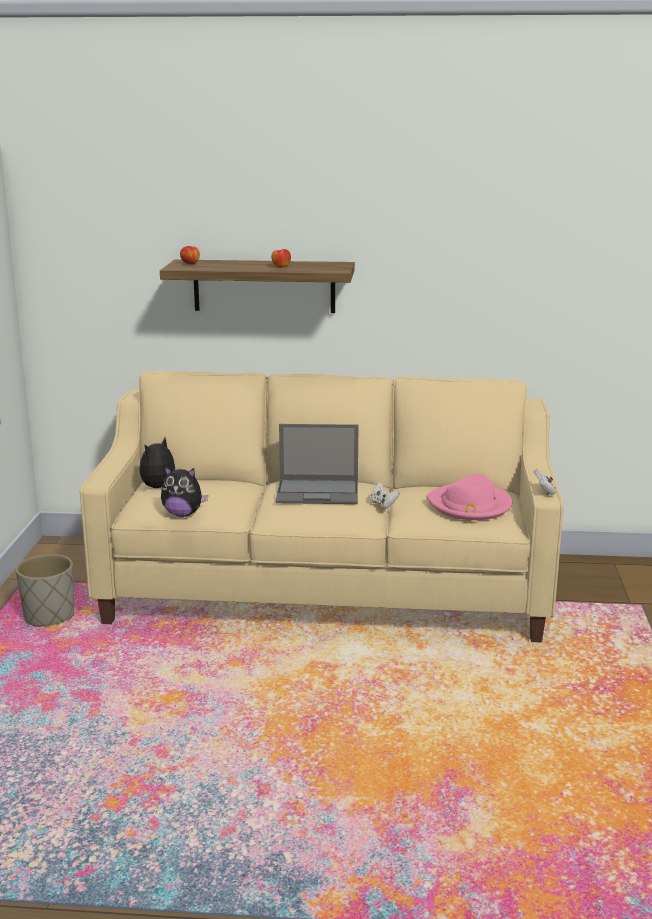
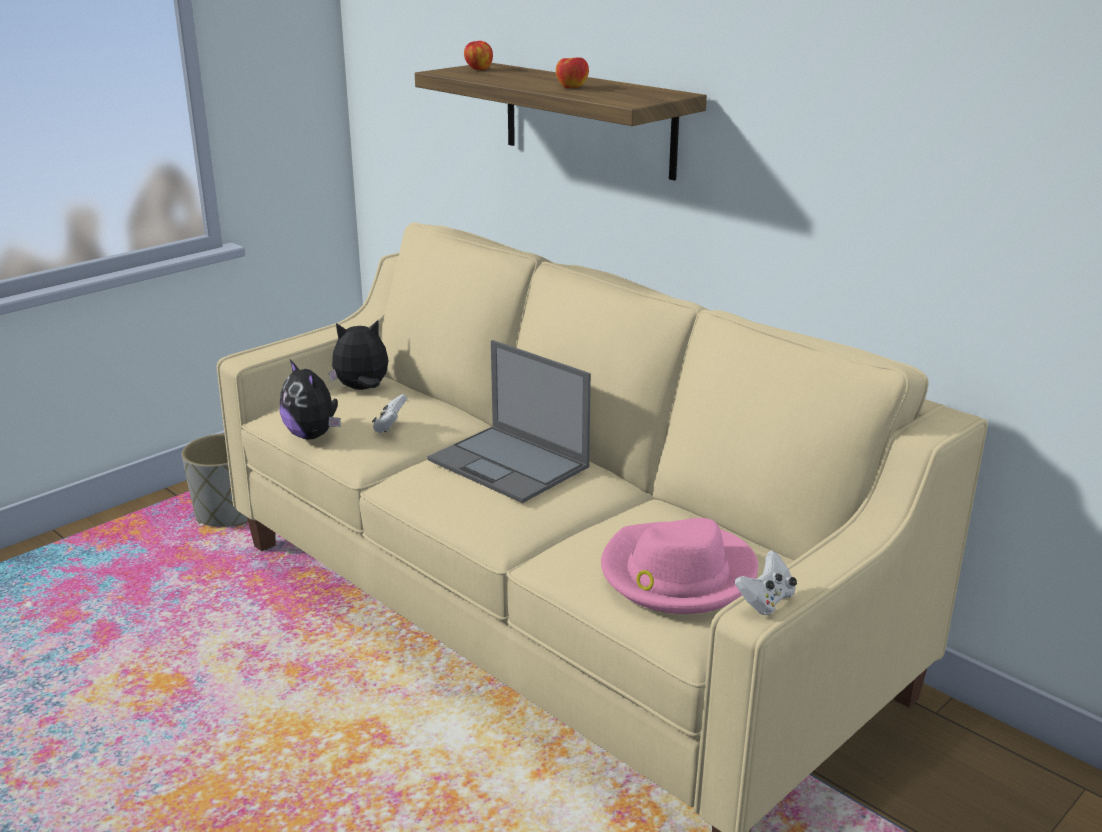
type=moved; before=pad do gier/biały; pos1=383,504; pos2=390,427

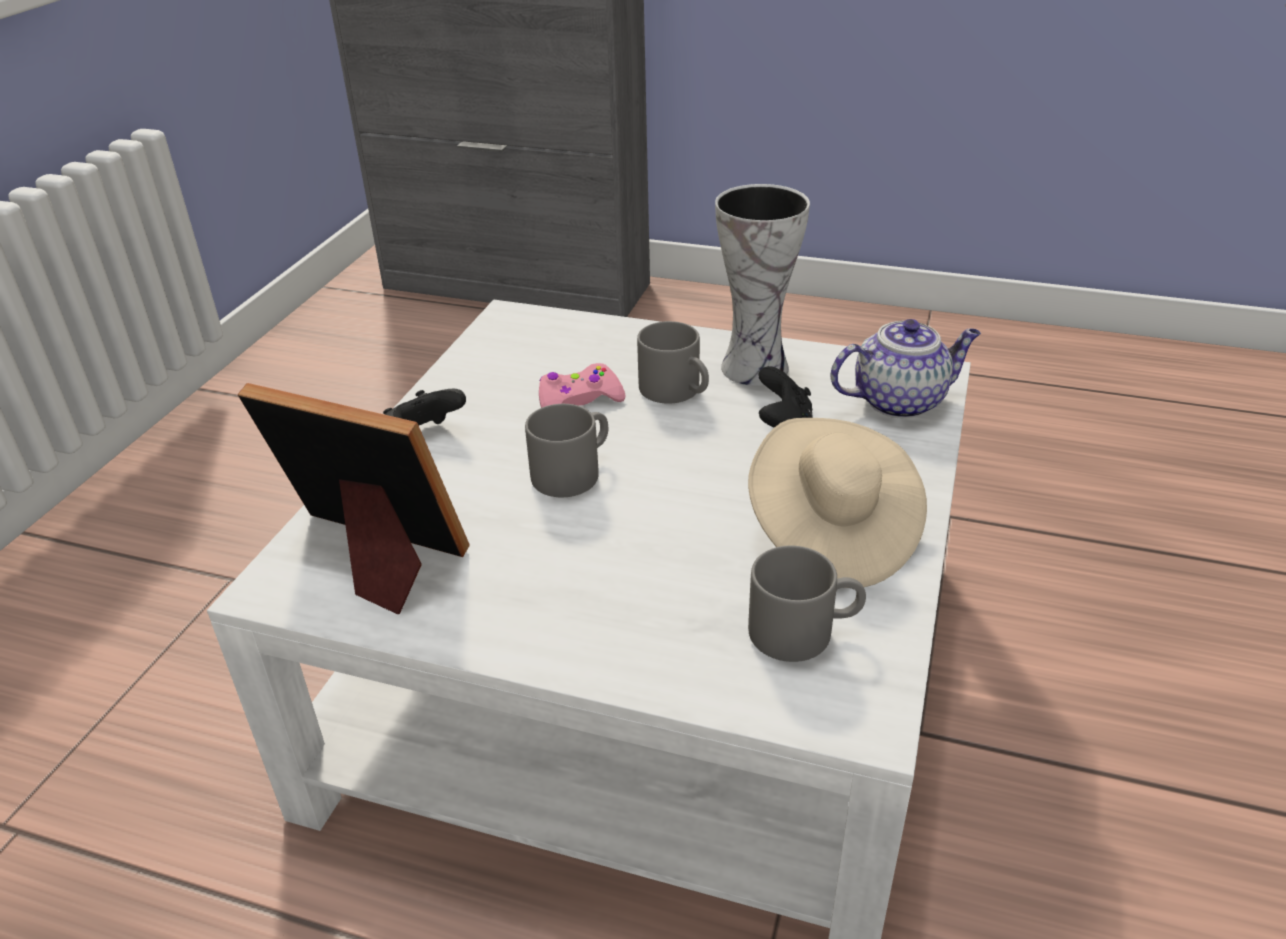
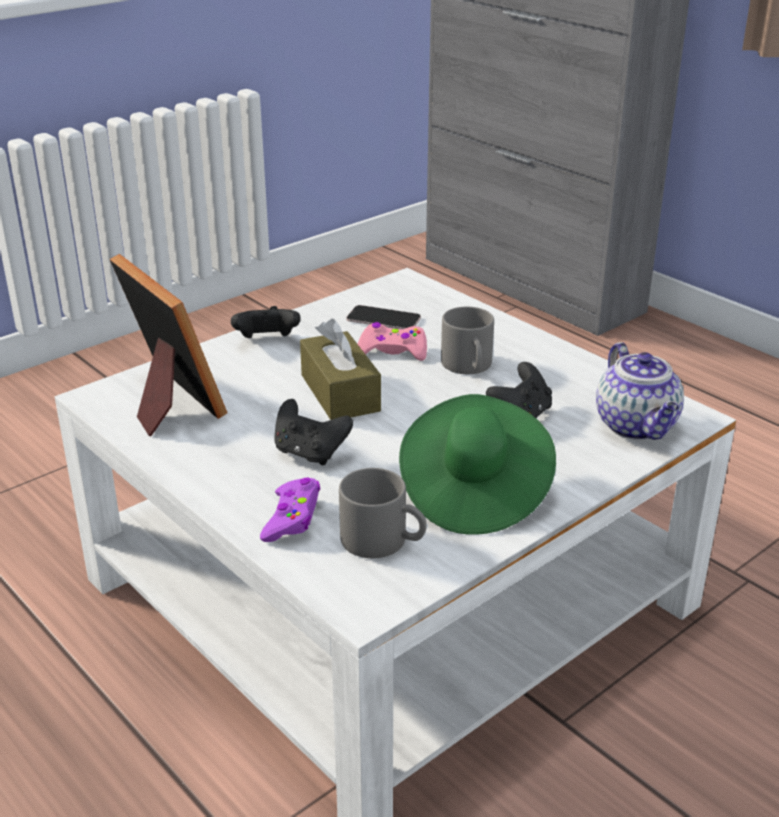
type=replaced; before=kubek/szary; after=pudełko chusteczek/brązowy; pos1=573,471; pos2=340,393
type=removed; before=wazon; pos1=754,366
type=recoloured; before=kapelusz/beżowy; after=kapelusz/zielony; pos1=830,533; pos2=473,492
type=turned; before=imbryk; pos1=900,400; pos2=637,427; turn=60
type=added; after=pad do gier/fioletowy; pos2=292,518
type=added; after=pad do gier/czarny; pos2=310,453
type=added; after=telefon; pos2=383,319

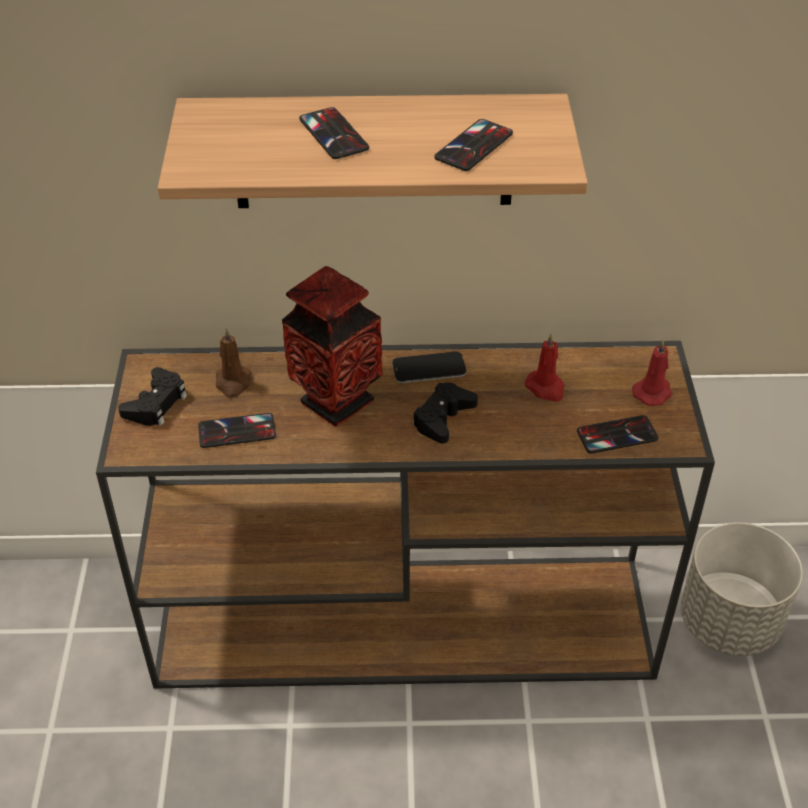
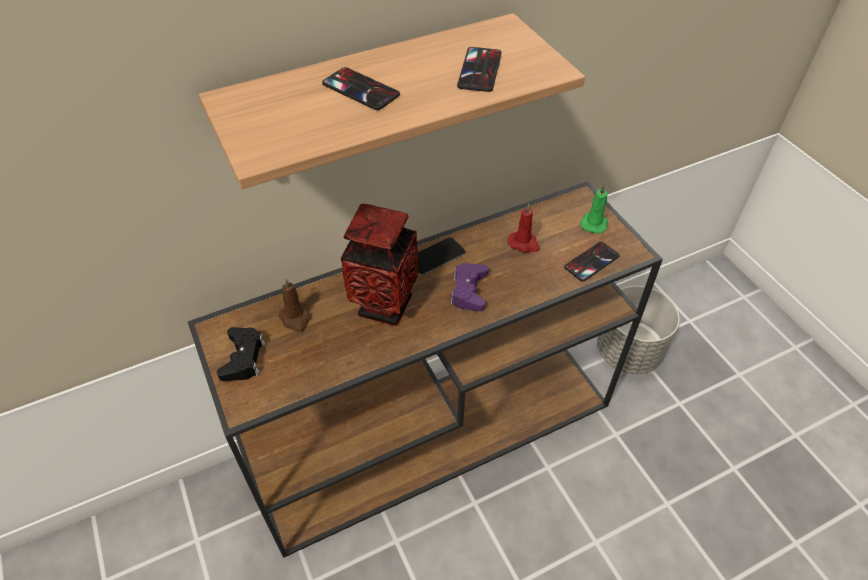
type=removed; before=telefon; pos1=237,431
type=recoloured; before=pad do gier/czarny; after=pad do gier/fioletowy; pos1=443,418; pos2=469,291
type=recoloured; before=świeca/czerwony; after=świeca/zielony; pos1=653,392; pos2=594,223

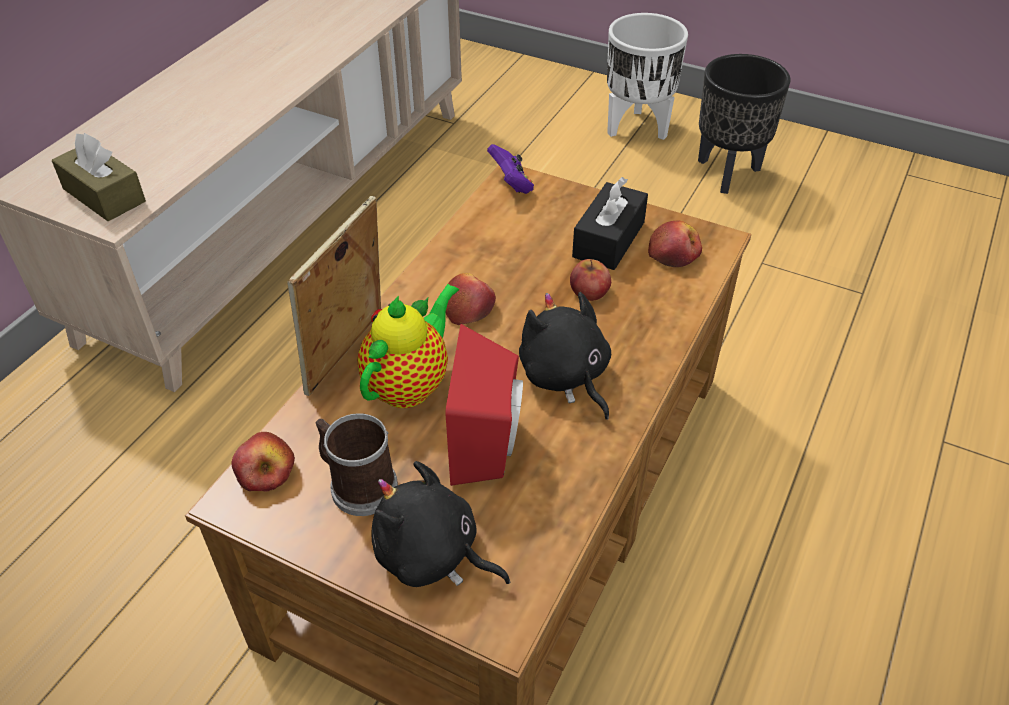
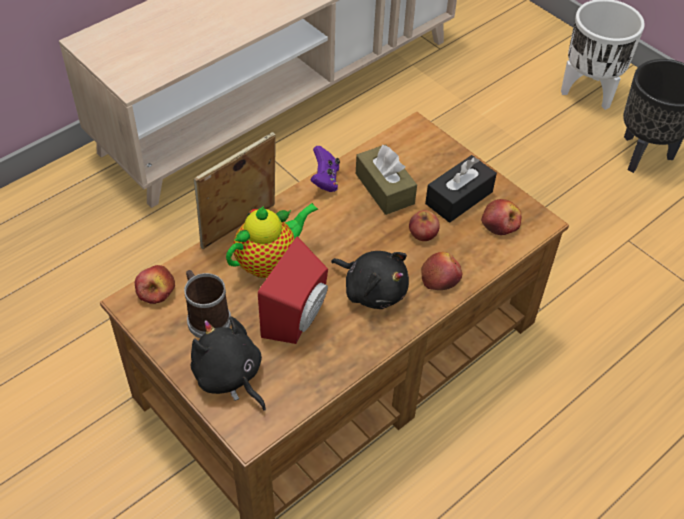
type=moved; before=pudełko chusteczek/brązowy; pos1=104,195; pos2=384,188
type=moved; before=jabłko; pos1=468,307; pos2=440,276
type=moved; before=pad do gier/fioletowy; pos1=511,184; pos2=325,180
type=turned; before=pluszak/czarny; pos1=565,377; pos2=372,290; turn=135

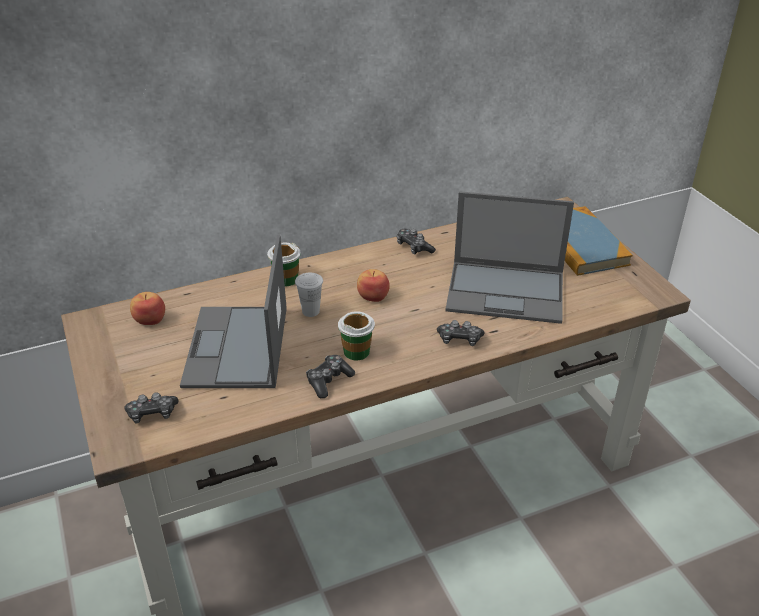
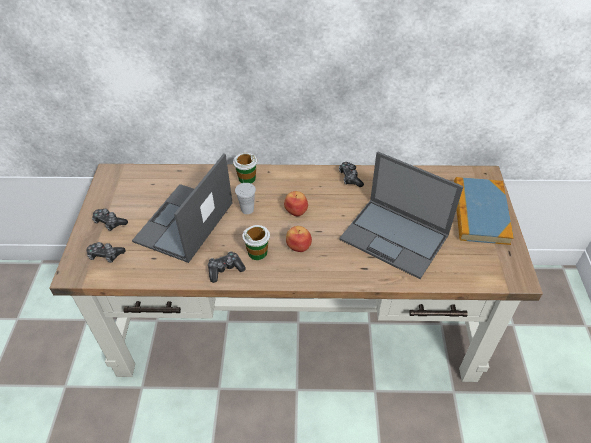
type=moved; before=jabłko; pos1=150,319; pos2=298,246
type=moved; before=pad do gier; pos1=459,339; pos2=109,222

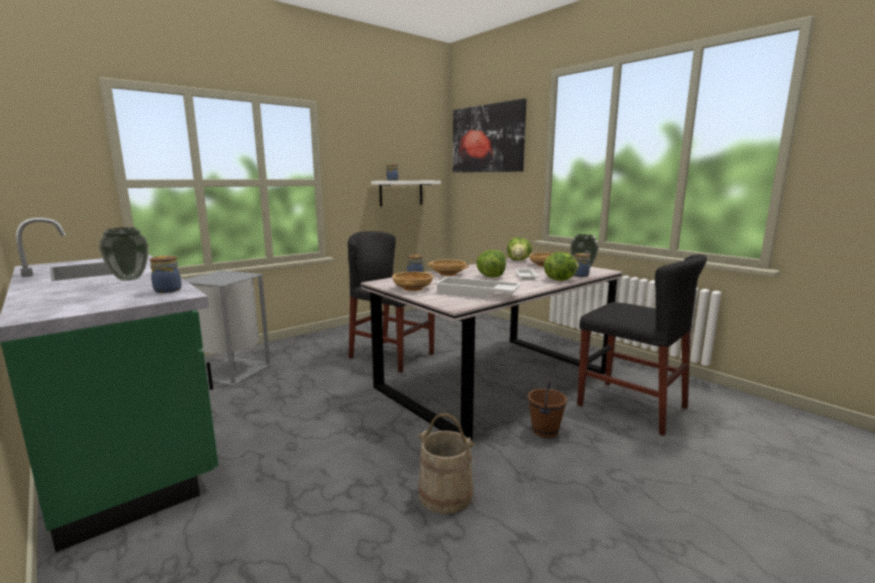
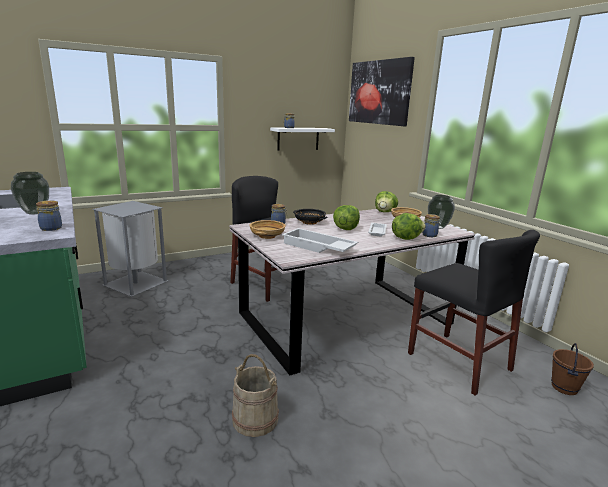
type=recoloured; before=miska/beżowy; after=miska/czarny; pos1=447,274; pos2=309,222
type=moved; before=wiadro/brązowy; pos1=545,431; pos2=564,388

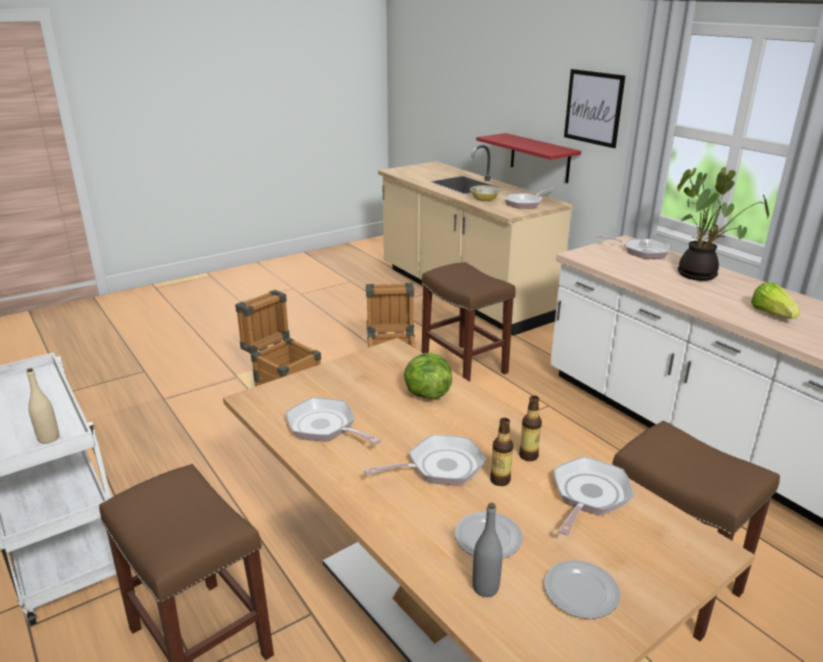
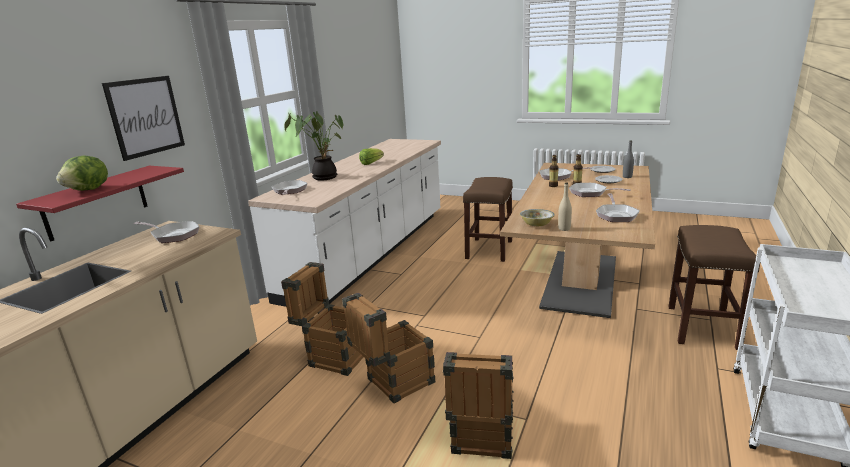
type=moved; before=butelka/beżowy; pos1=49,438; pos2=564,229
type=moved; before=sałata; pos1=426,394; pos2=89,190
type=replaced; before=stołek/brązowy; after=skrzynka; pos1=465,366; pos2=334,356
type=moved; before=miska; pos1=484,200; pos2=536,224

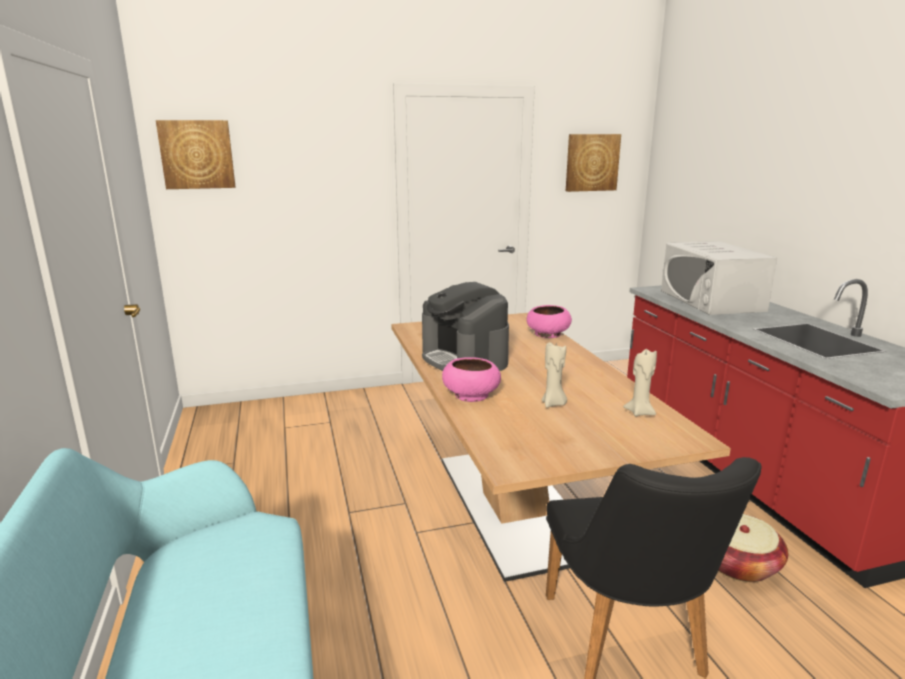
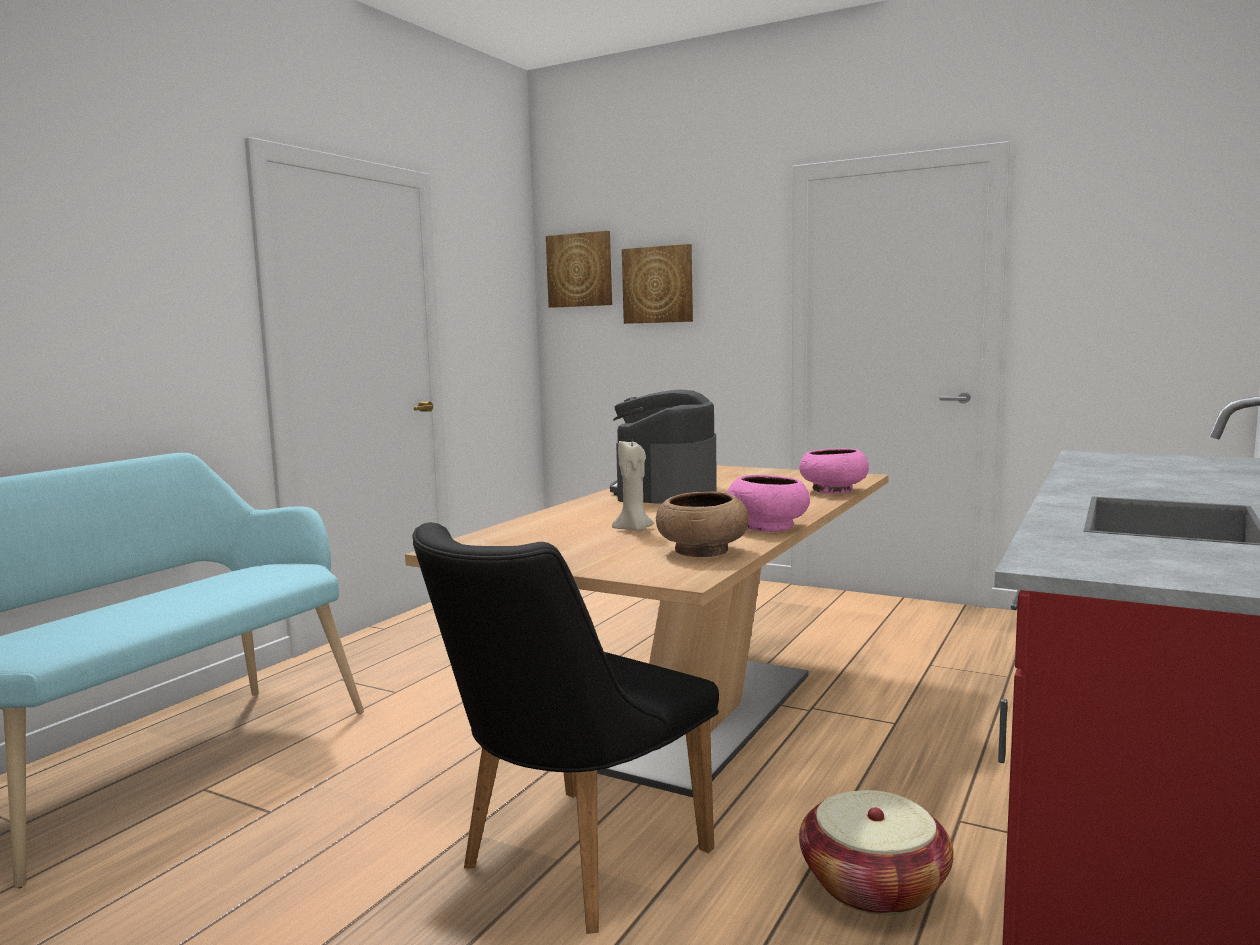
type=moved; before=miska/różowy; pos1=471,395; pos2=768,526
type=moved; before=obraz; pos1=592,162; pos2=658,285
type=replaced; before=świeca/beżowy; after=miska/brązowy; pos1=639,412; pos2=702,551
type=removed; before=mikrofalówka/biały; pos1=711,300

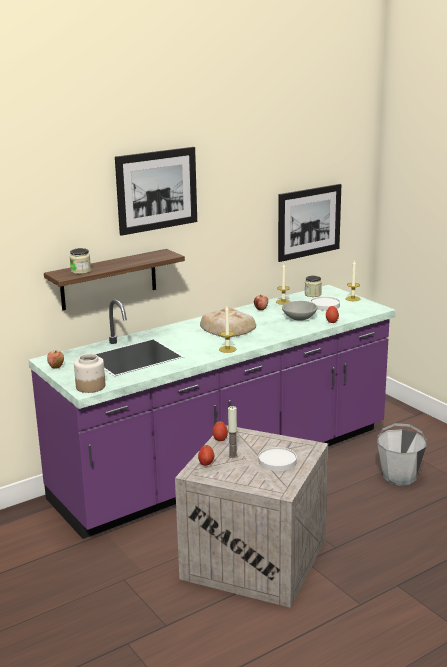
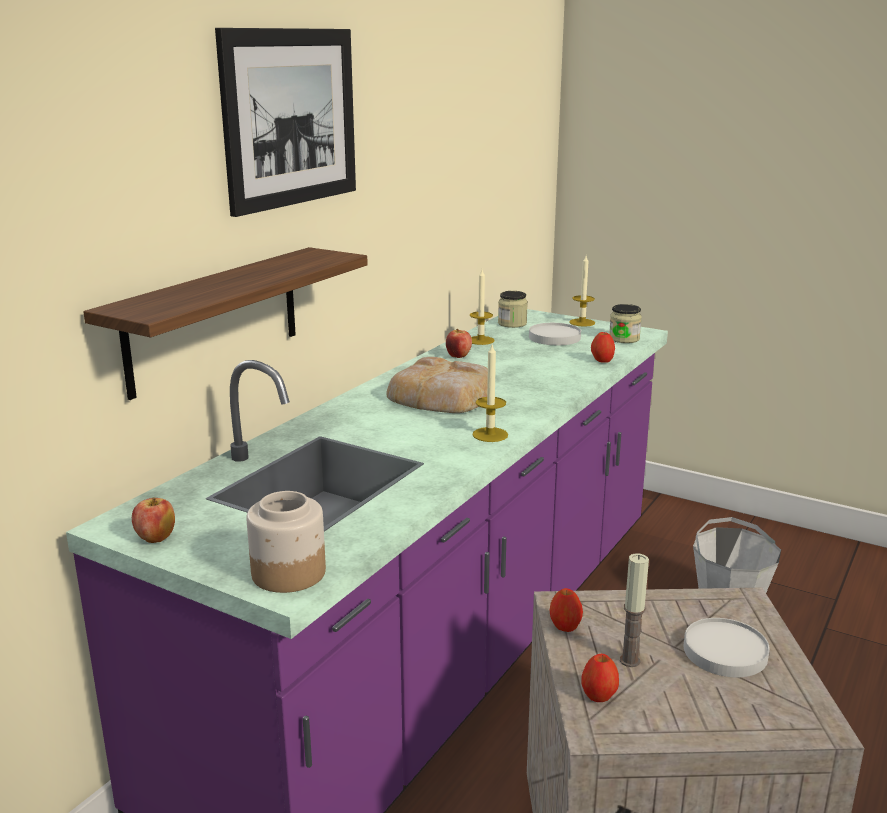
type=moved; before=słoik; pos1=81,271; pos2=624,339
type=removed; before=obraz; pos1=309,222
type=removed; before=miska/szary; pos1=299,318

